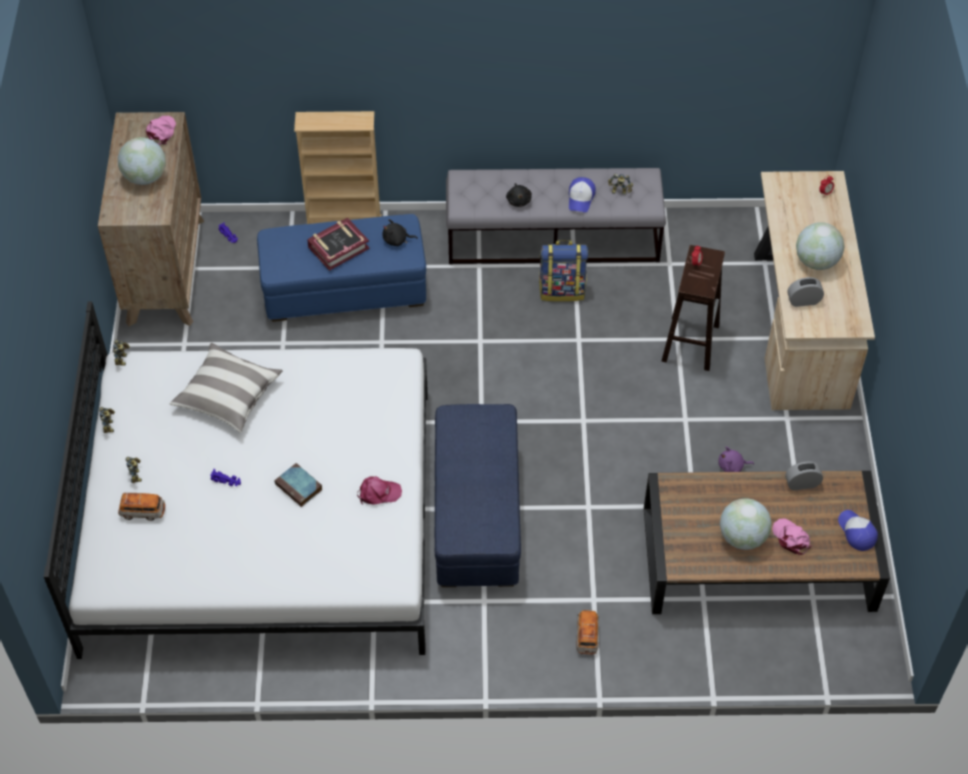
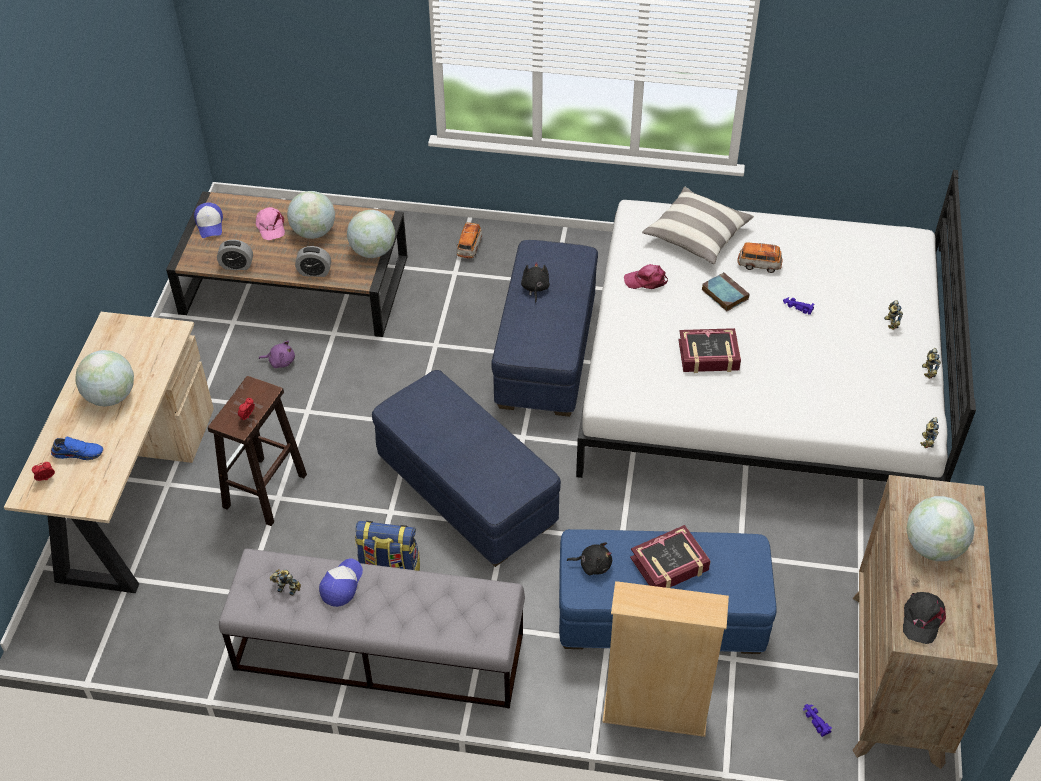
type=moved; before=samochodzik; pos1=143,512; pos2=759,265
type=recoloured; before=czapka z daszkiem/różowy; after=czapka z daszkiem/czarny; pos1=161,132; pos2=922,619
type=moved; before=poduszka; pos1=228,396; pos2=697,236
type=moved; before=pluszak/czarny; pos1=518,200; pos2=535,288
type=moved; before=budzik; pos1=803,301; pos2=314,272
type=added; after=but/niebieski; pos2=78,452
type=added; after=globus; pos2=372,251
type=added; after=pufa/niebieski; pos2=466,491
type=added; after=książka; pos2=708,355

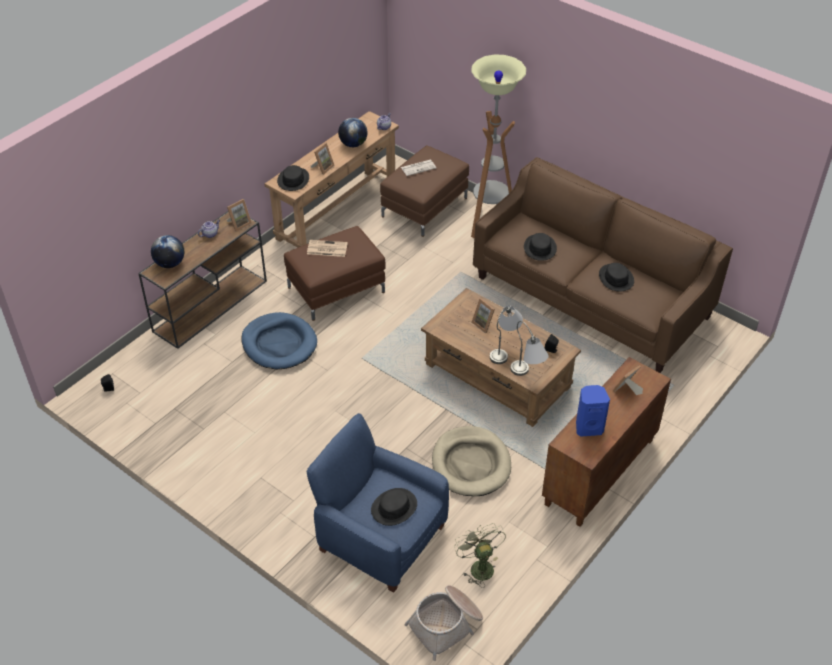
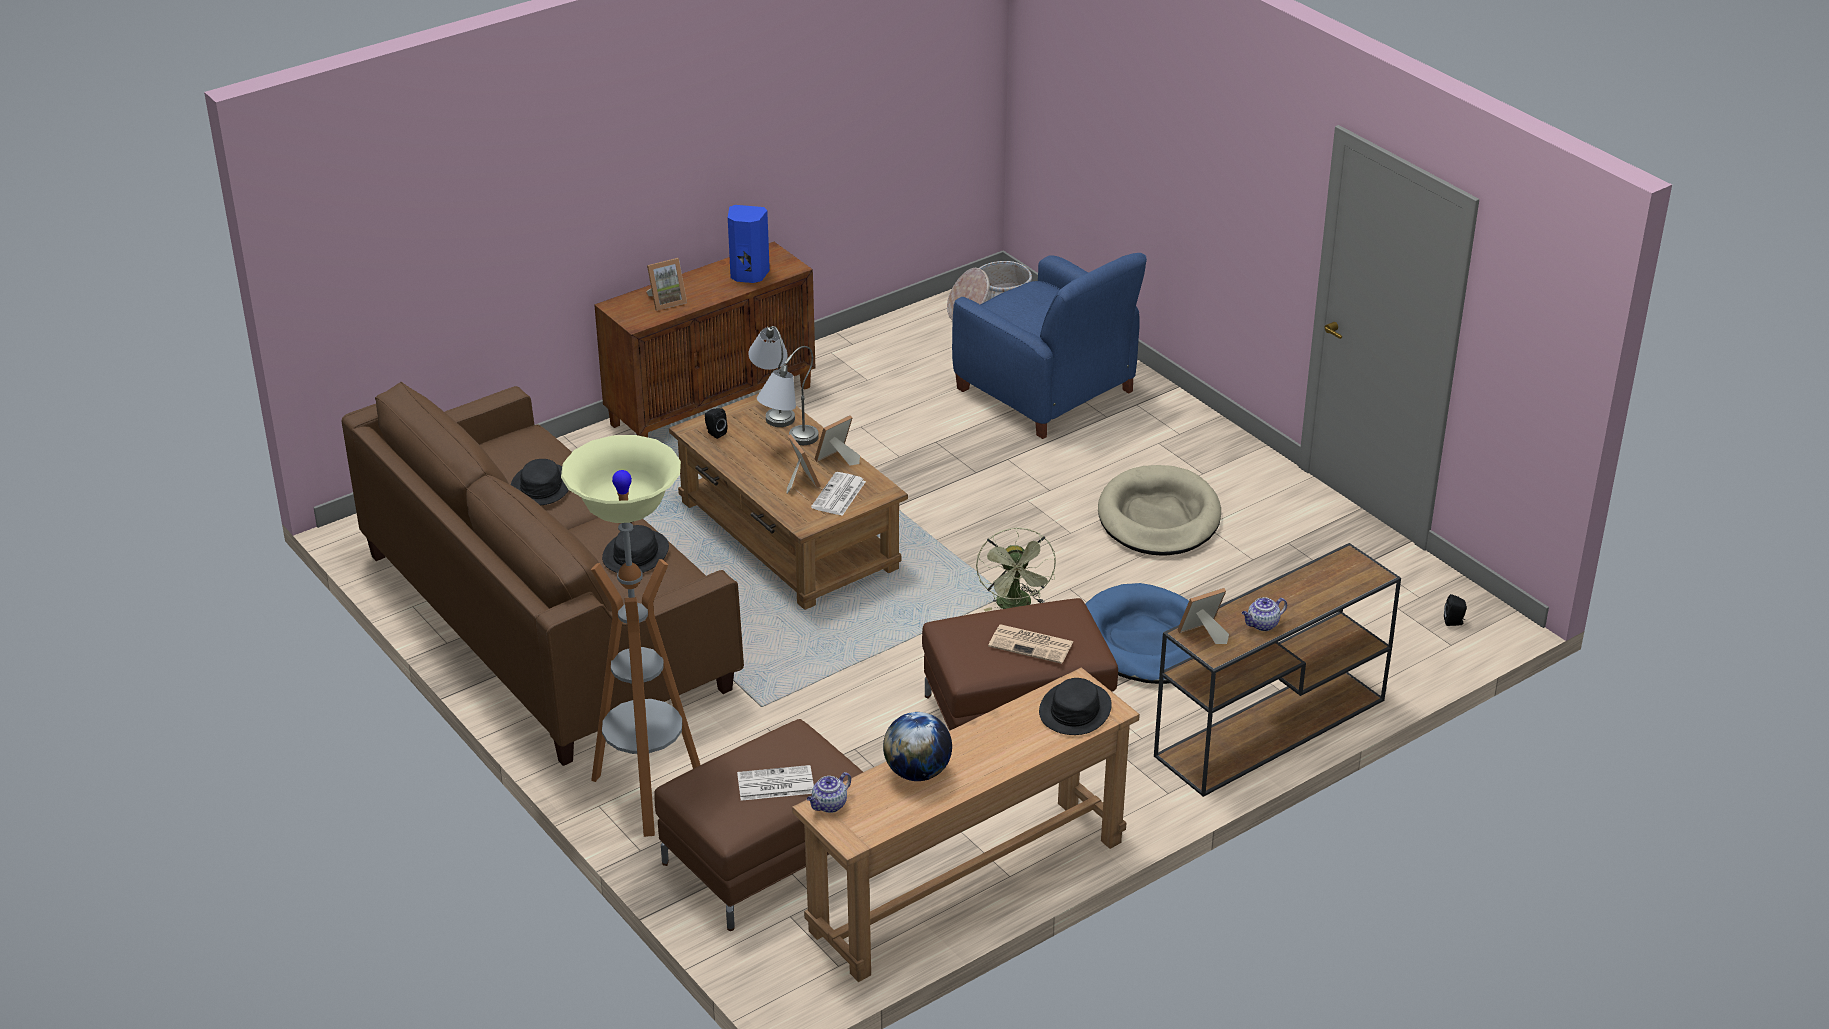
type=removed; before=globus; pos1=170,264
type=moved; before=ramka na zdjęcie; pos1=323,167; pos2=837,460
type=removed; before=kapelusz/czarny; pos1=394,507
type=moved; before=legowisko/beżowy; pos1=471,464; pos2=1158,517
type=moved; before=wentylator/zielony; pos1=479,566; pos2=1016,606
type=added; after=gazeta; pos2=839,495

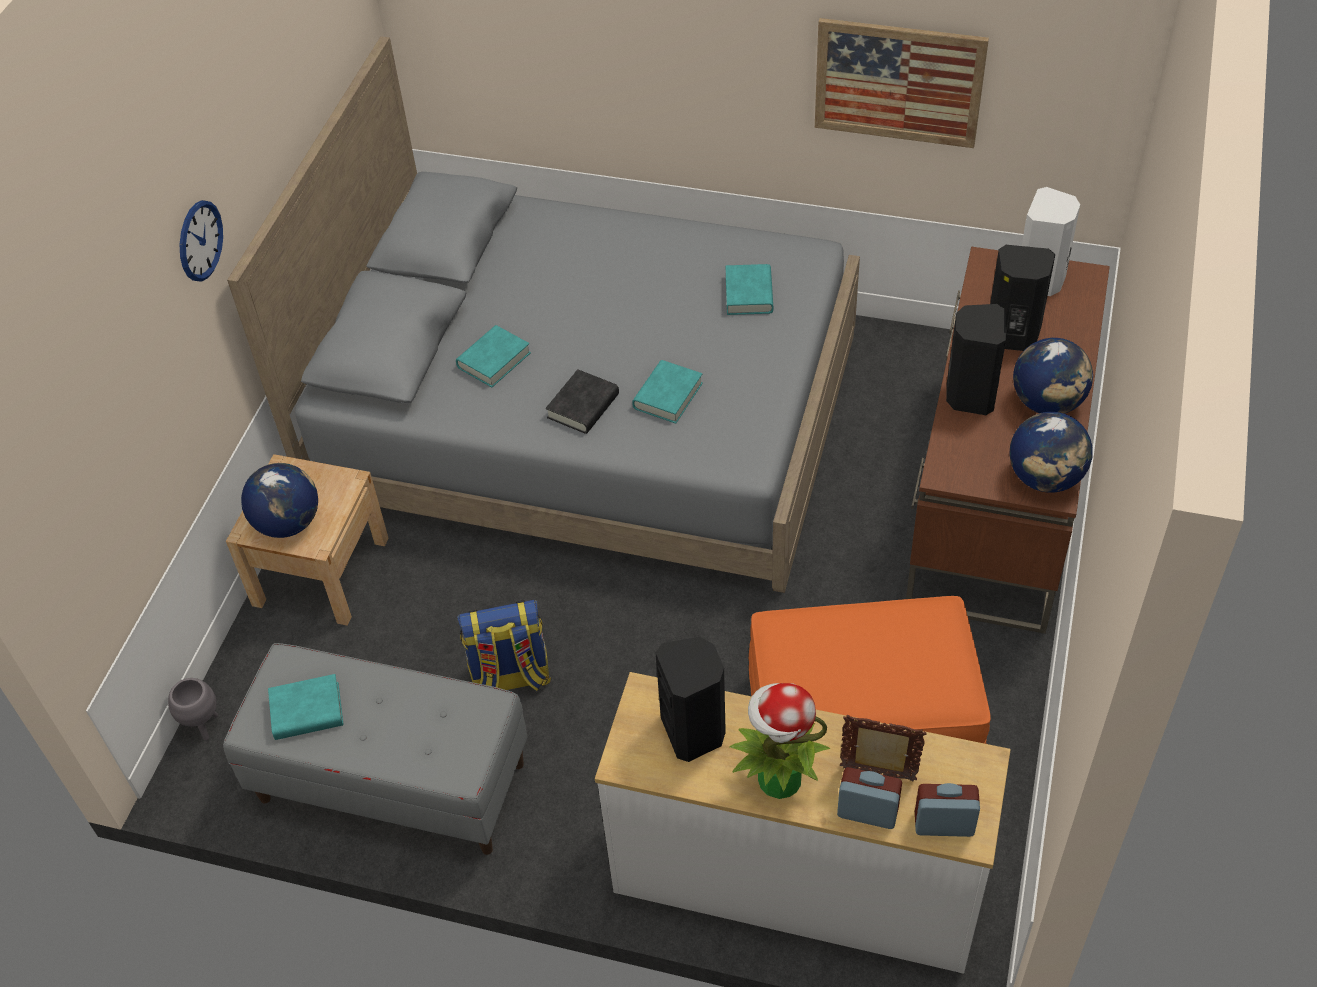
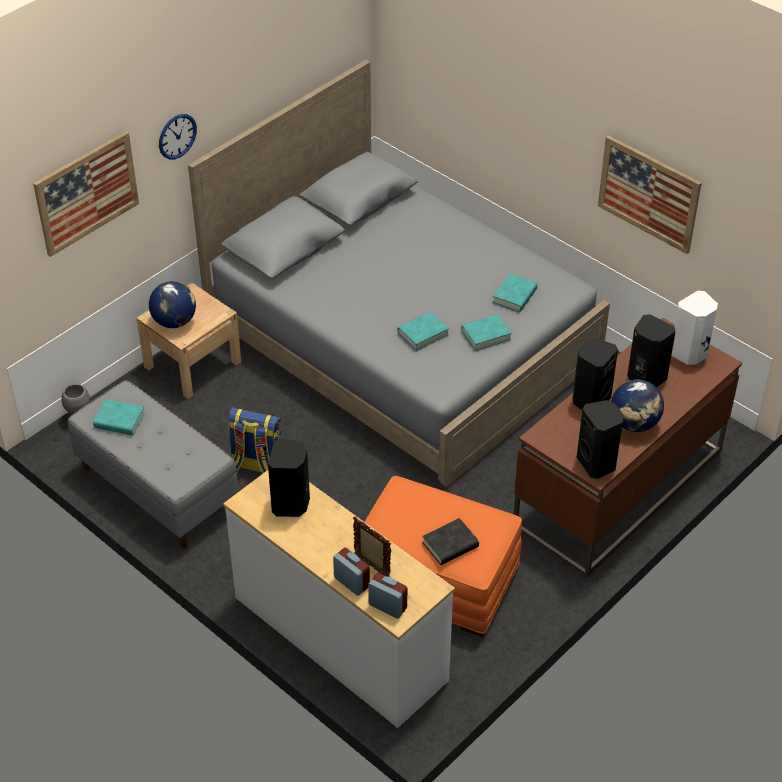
type=moved; before=książka/turkusowy; pos1=494,360; pos2=485,335
type=moved; before=książka/czarny; pos1=583,406; pos2=450,545
type=removed; before=roślina doniczkowa; pos1=778,780
type=replaced; before=globus; after=głośnik/czarny; pos1=1045,478; pos2=597,463
type=added; after=obraz; pos2=86,193

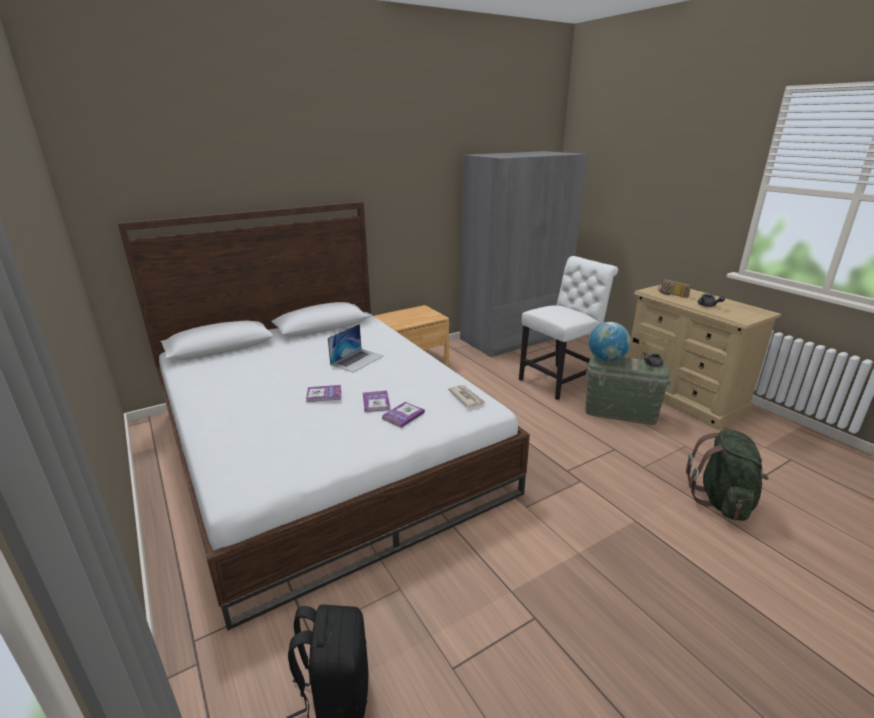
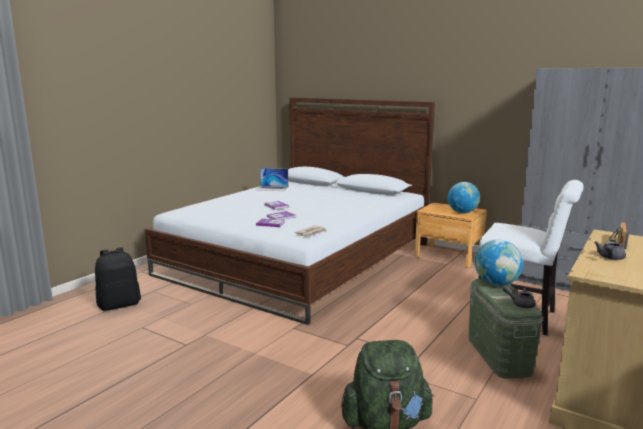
type=moved; before=laptop; pos1=357,360; pos2=272,188
type=added; after=globus; pos2=462,212

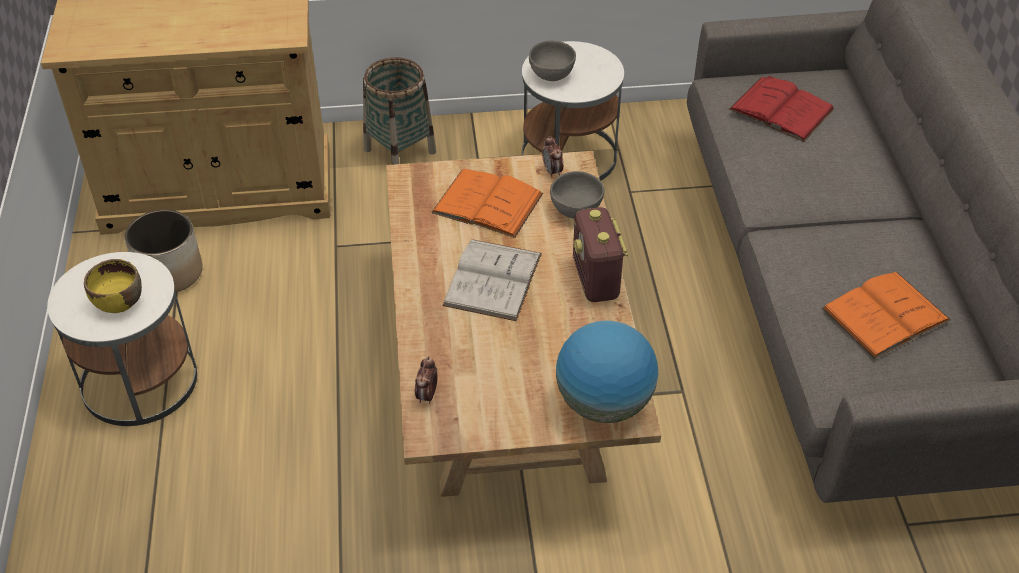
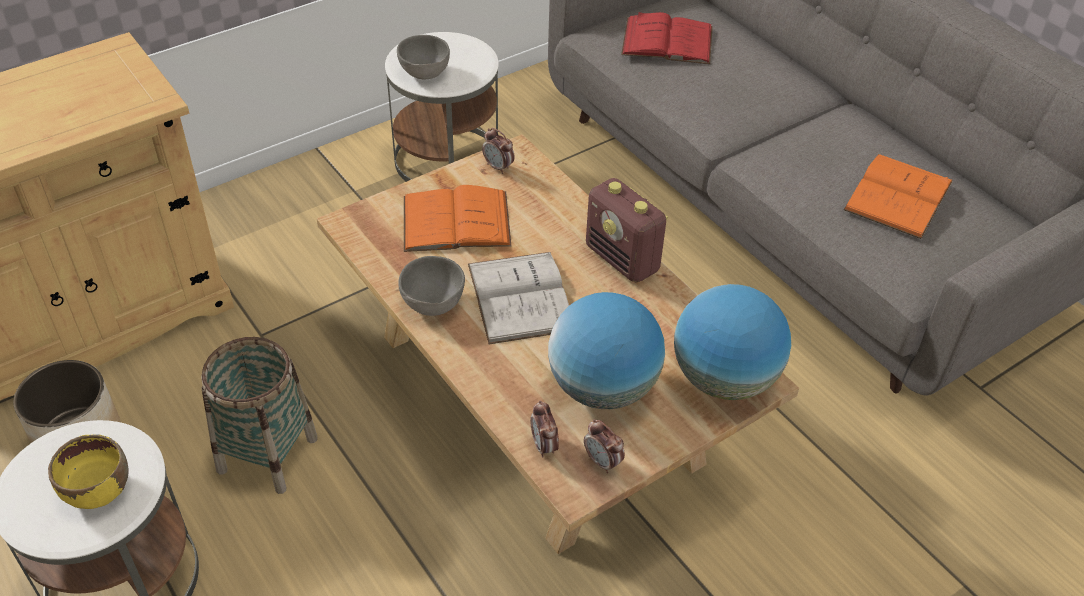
type=moved; before=koszyk; pos1=400,151; pos2=267,454
type=moved; before=miska/szary; pos1=575,210; pos2=432,304
type=added; after=globus; pos2=602,388
type=added; after=budzik; pos2=602,462

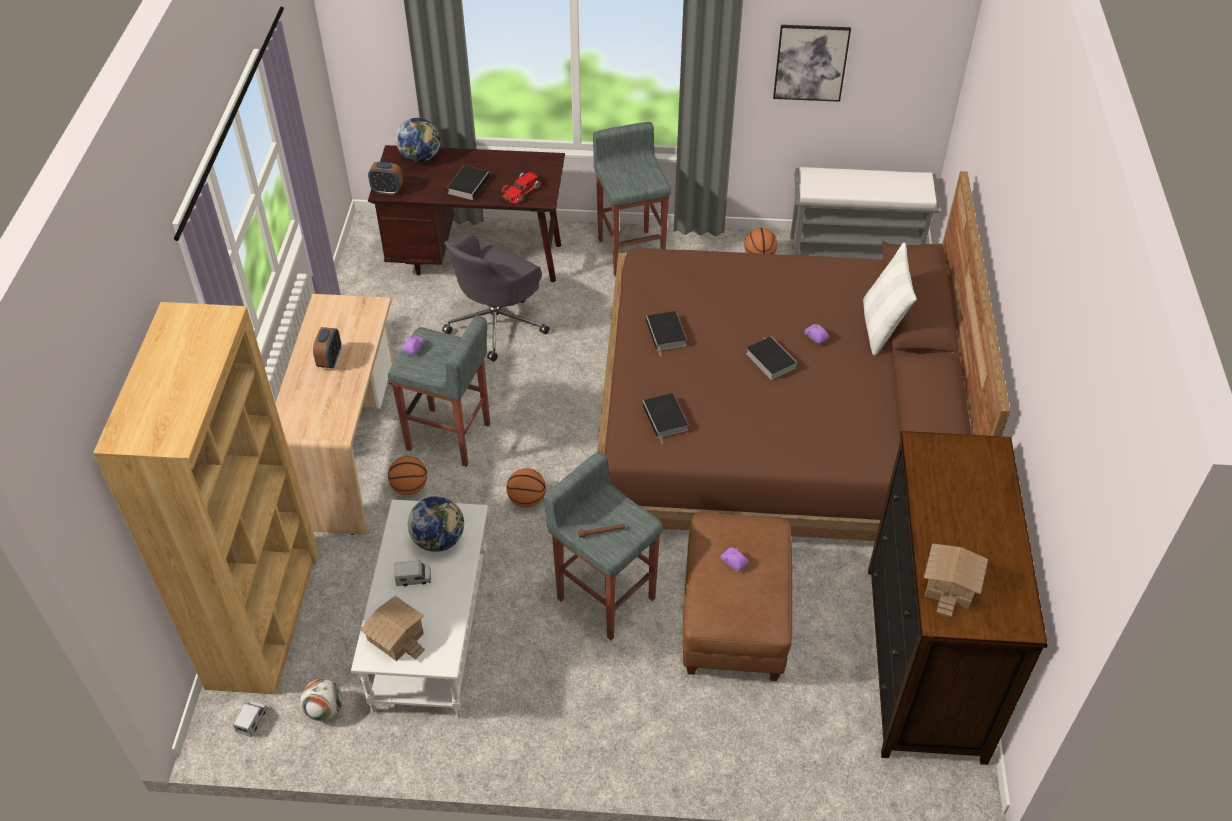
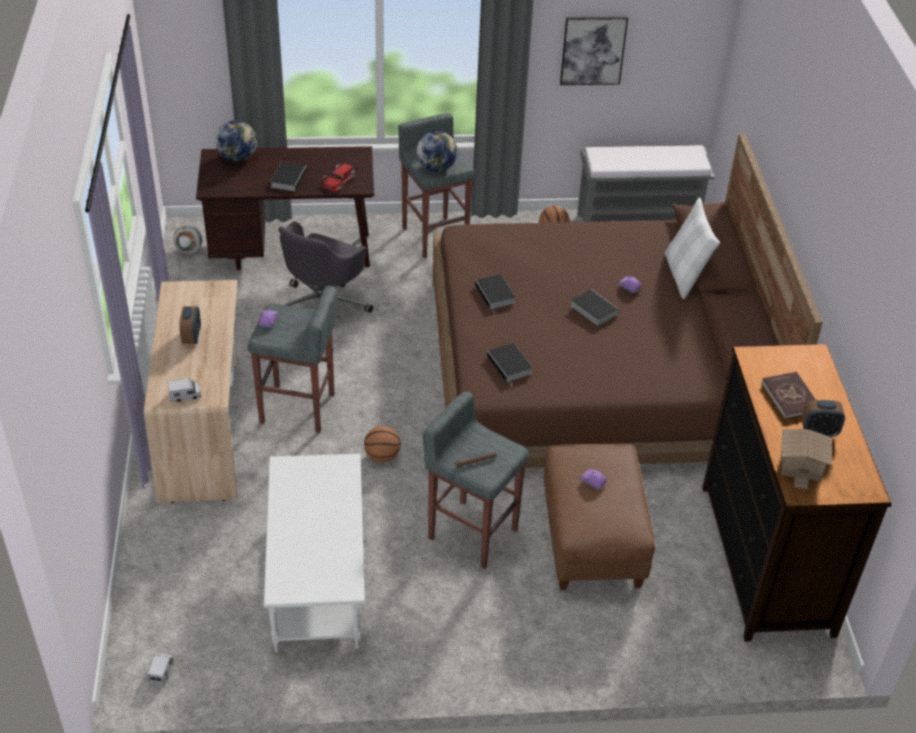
type=removed; before=regał/brązowy; pos1=264,618
type=moved; before=piłka futbolowa; pos1=324,709; pos2=189,250
type=removed; before=domek; pos1=396,636
type=moved; before=budzik; pos1=387,190; pos2=818,432
type=removed; before=piłka do koszykówki; pos1=409,487
type=moved; before=ciężarówka zabawkowa; pos1=413,578; pos2=185,395
type=moved; before=globus; pos1=439,540; pos2=436,168
type=added; after=książka/czerwony; pos2=790,397

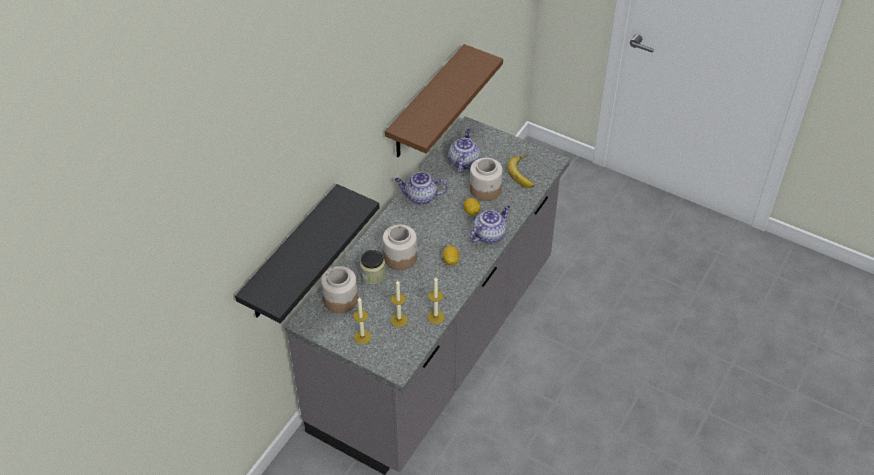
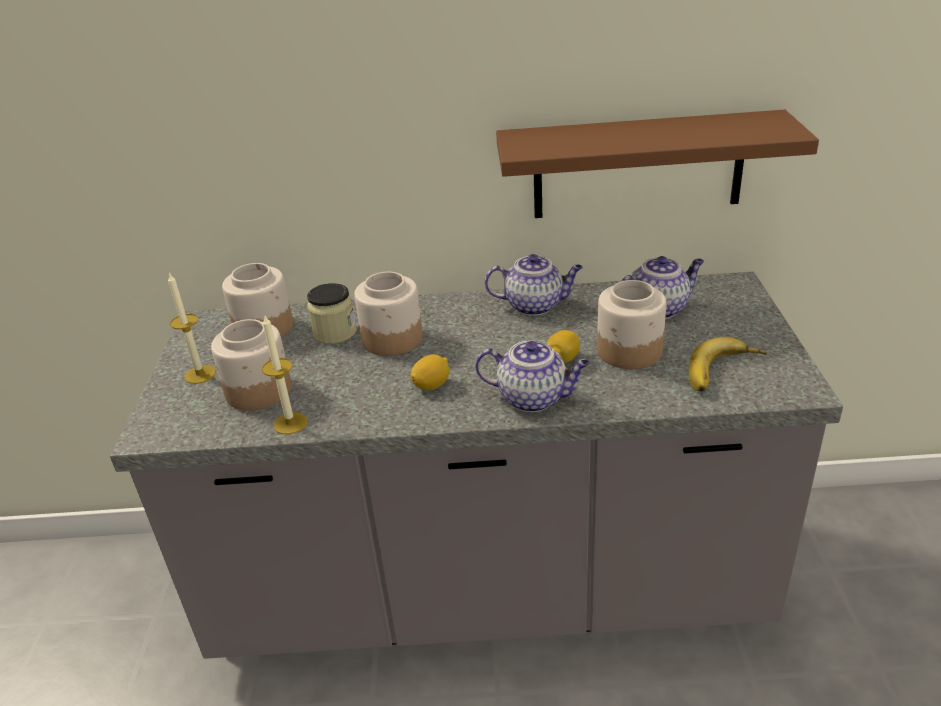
type=removed; before=półka/czarny; pos1=290,256
type=replaced; before=świeca; after=słoik; pos1=399,320; pos2=258,391
type=turned; before=imbryk; pos1=420,197; pos2=535,305; turn=120

